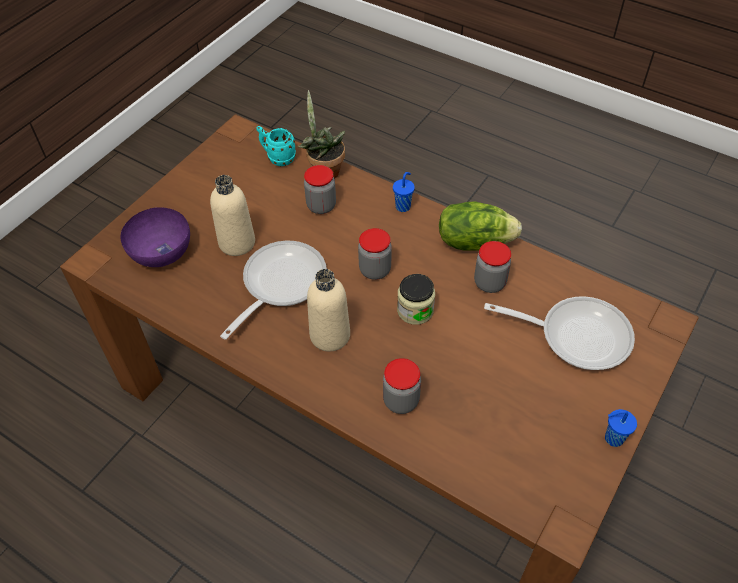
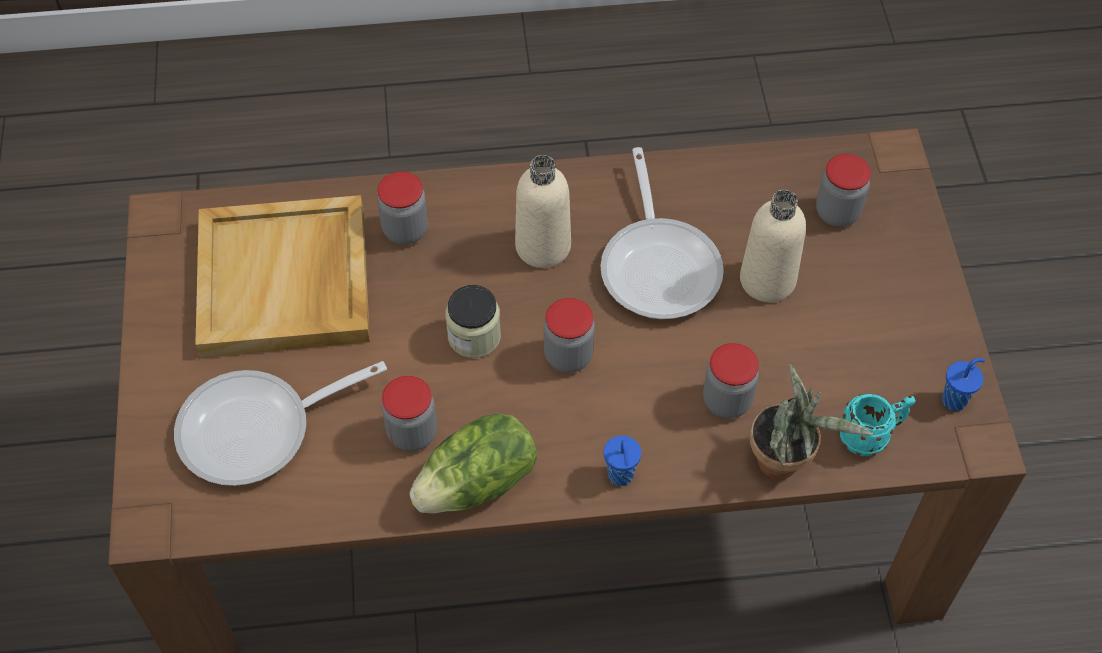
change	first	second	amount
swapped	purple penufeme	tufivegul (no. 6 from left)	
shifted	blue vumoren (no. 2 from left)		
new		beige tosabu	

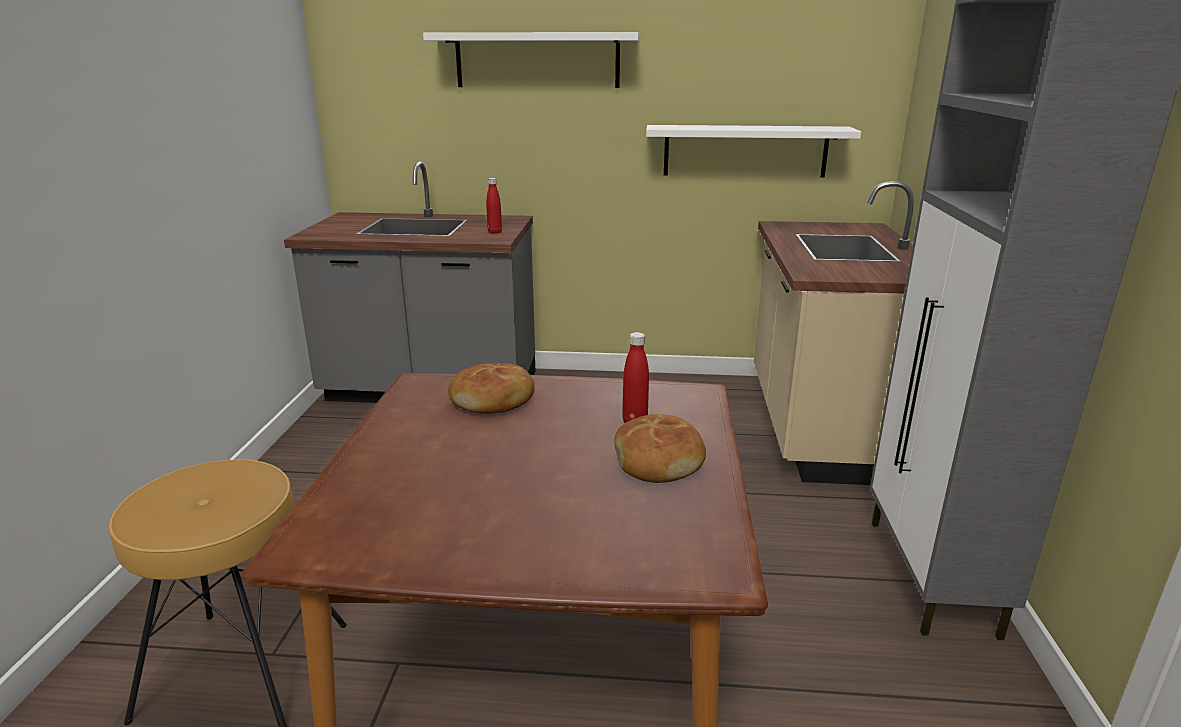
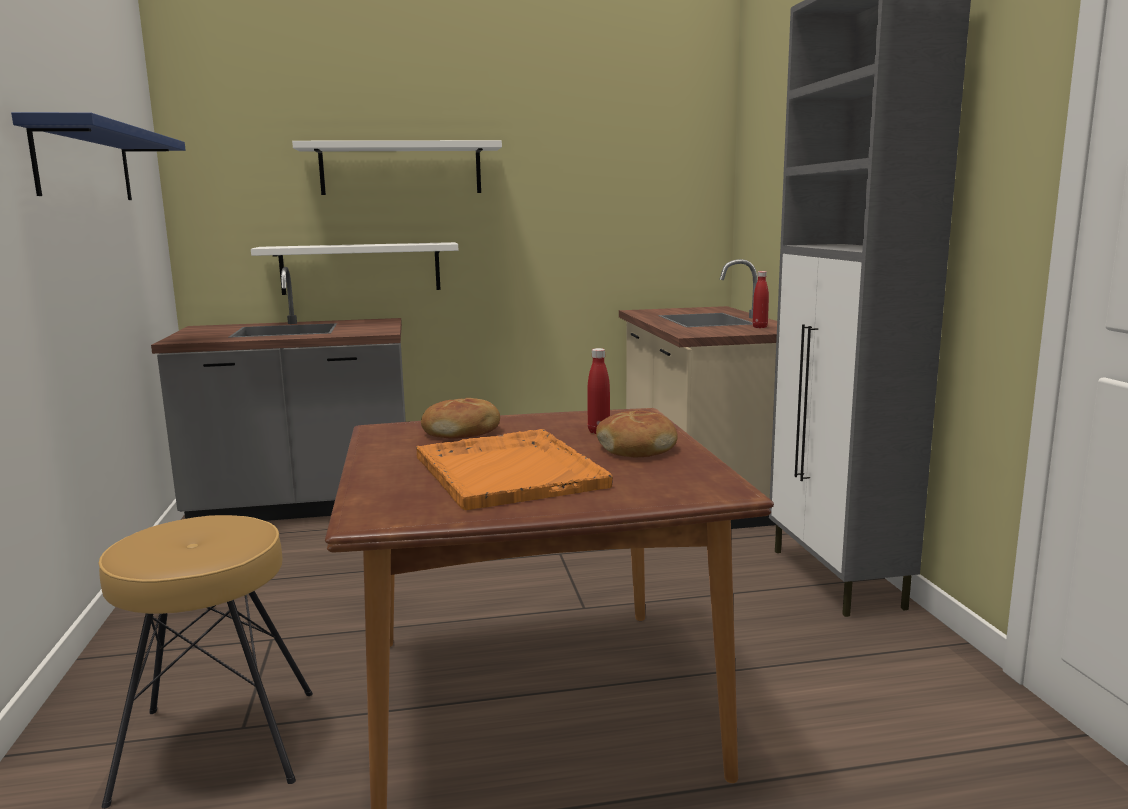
change	first	second	amount
shifted	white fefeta (no. 2 from left in the first image)	white fefeta (no. 1 from left)	
shifted	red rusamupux (no. 1 from left in the first image)	red rusamupux (no. 2 from left)	
new		blue fefeta	
new		orange tosabu	

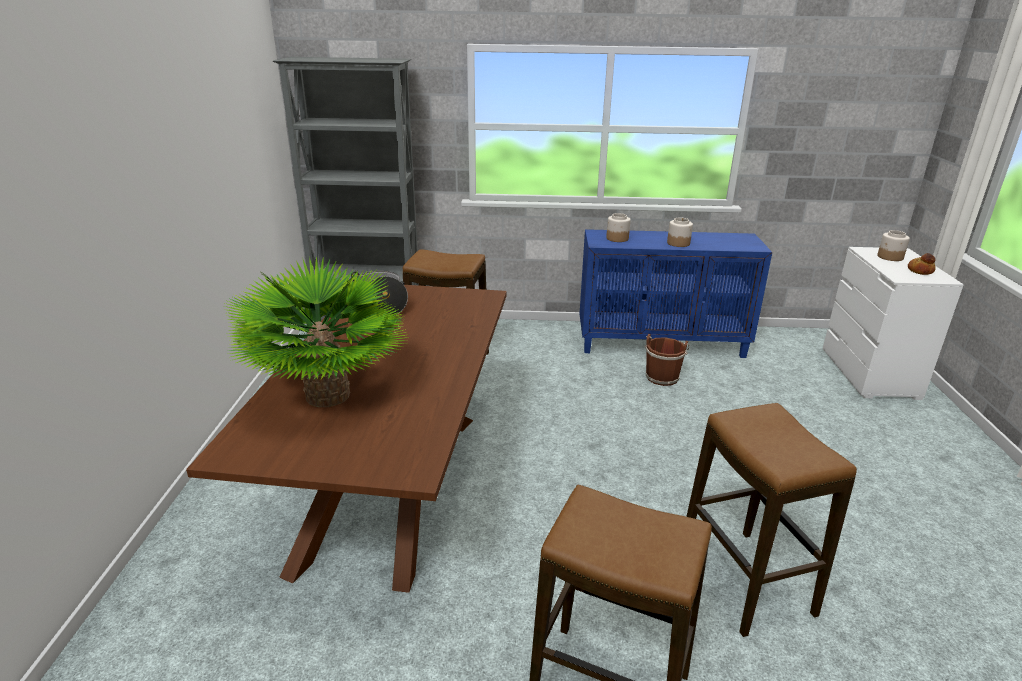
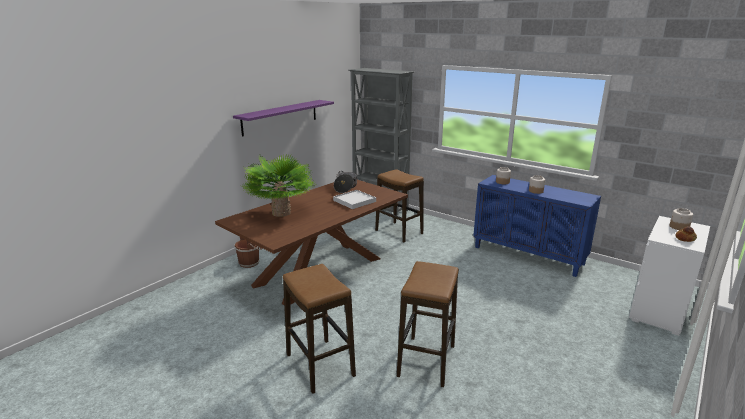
change	first	second	amount
shifted	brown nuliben		
new		purple fefeta	
new		white tosabu	

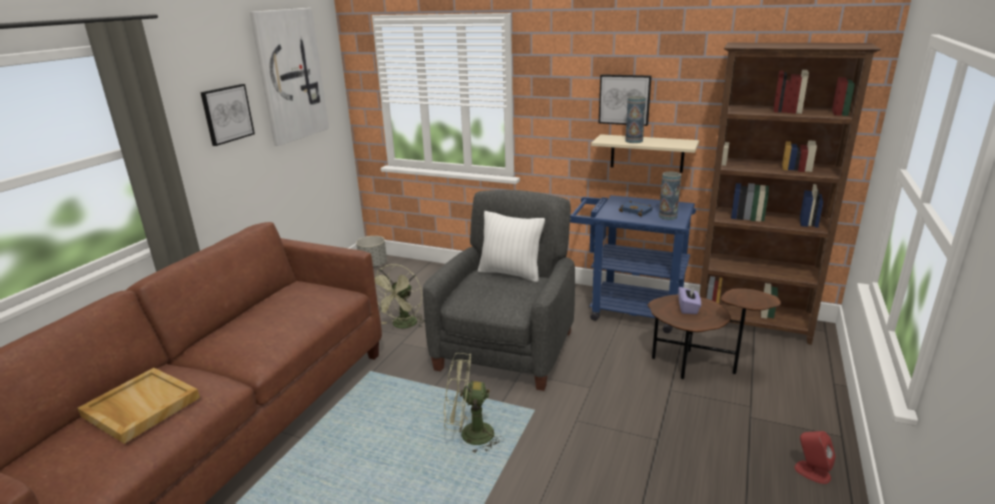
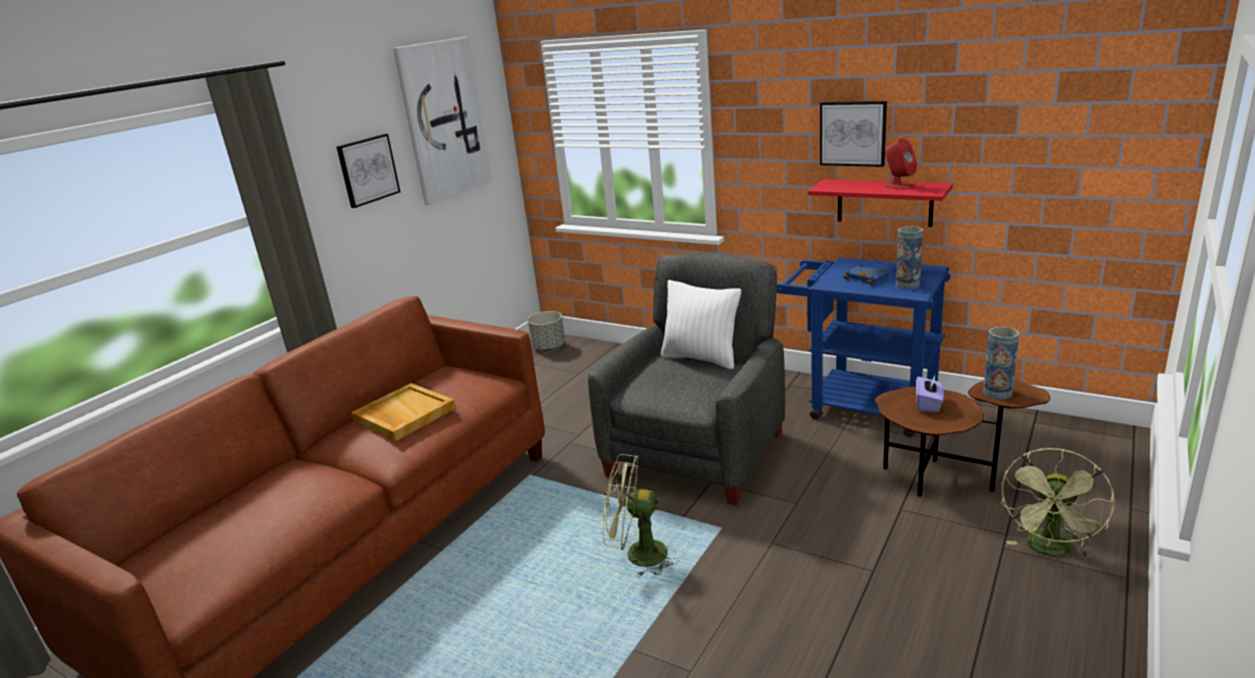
change	first	second	amount
gone	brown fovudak		
shifted	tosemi (no. 1 from left in the first image)	tosemi (no. 2 from left)	
repainted	beige fefeta	red fefeta	
shifted	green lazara (no. 1 from left in the first image)	green lazara (no. 2 from left)	
shifted	beige tosabu		
shifted	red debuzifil		

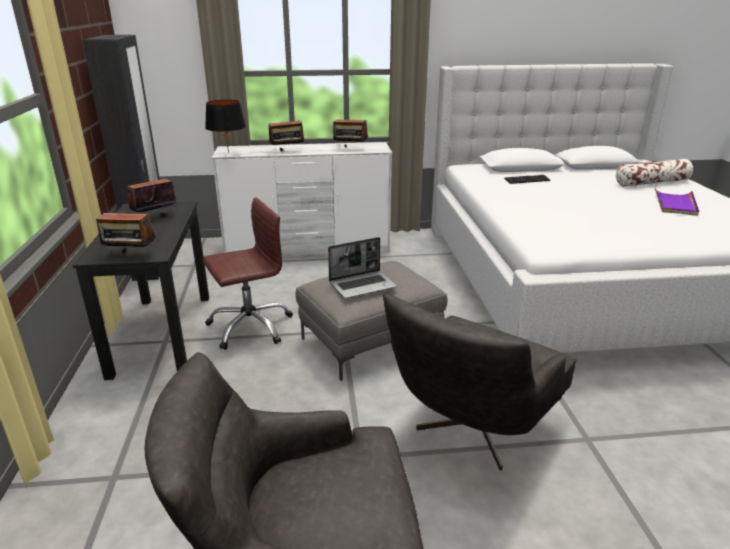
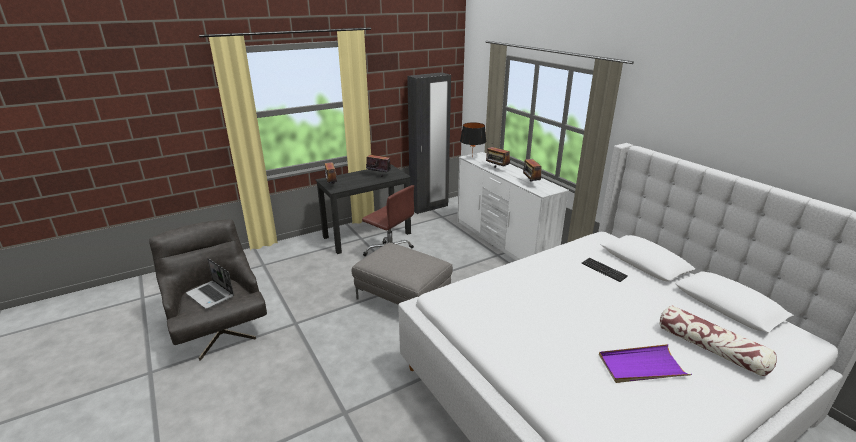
change	first	second	amount
shifted	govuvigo		
gone	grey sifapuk (no. 2 from left)		

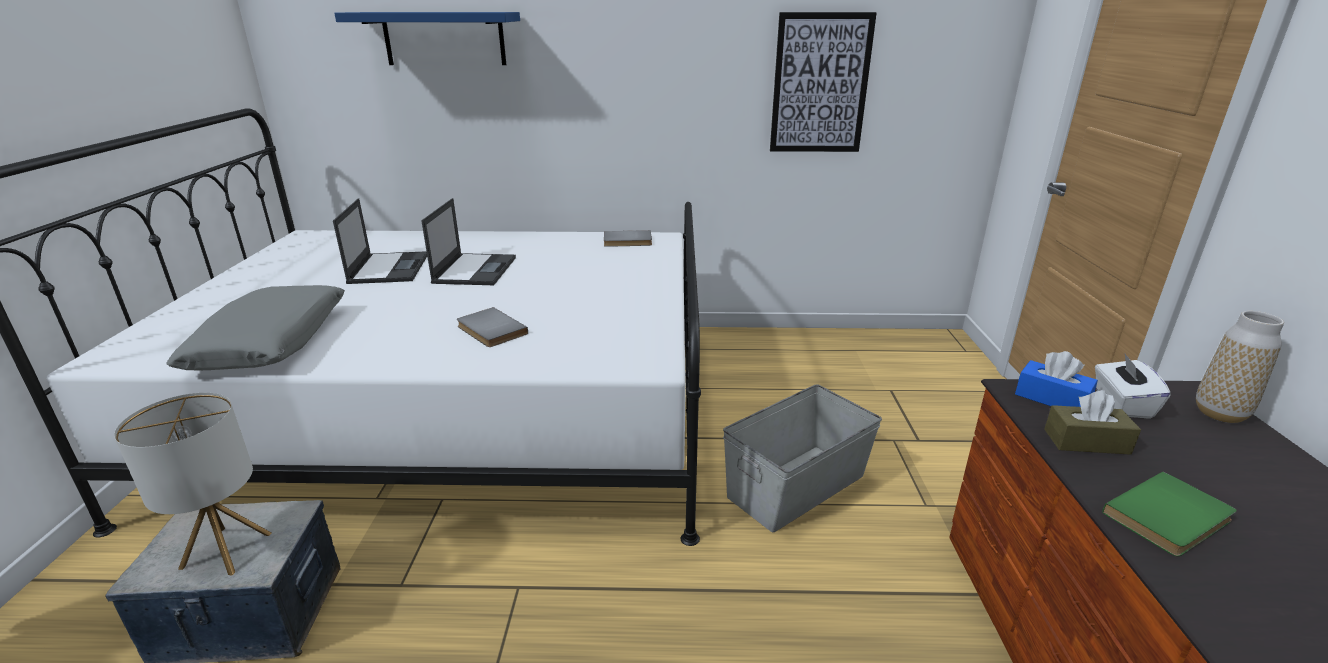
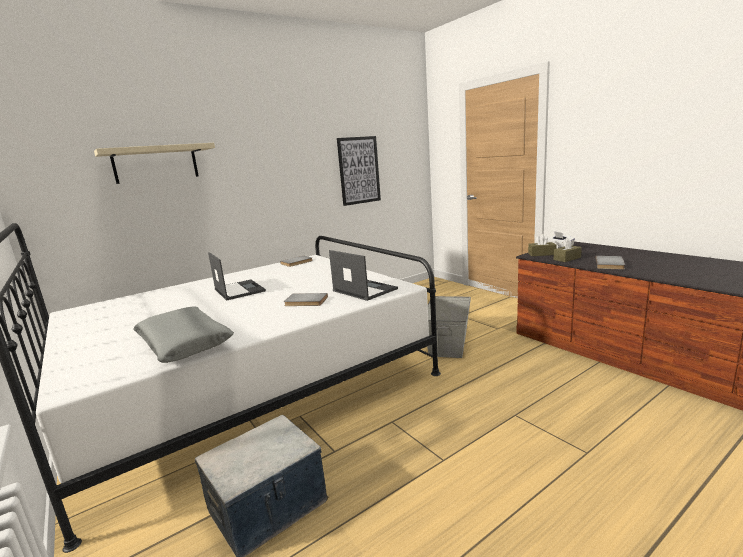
change	first	second	amount
repainted	blue fefeta	beige fefeta	
shifted	govuvigo (no. 1 from left in the first image)	govuvigo (no. 2 from left)	
gone	tosemi		
repainted	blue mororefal	brown mororefal (no. 1 from left)	
gone	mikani		
repainted	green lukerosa	grey lukerosa (no. 3 from left)	

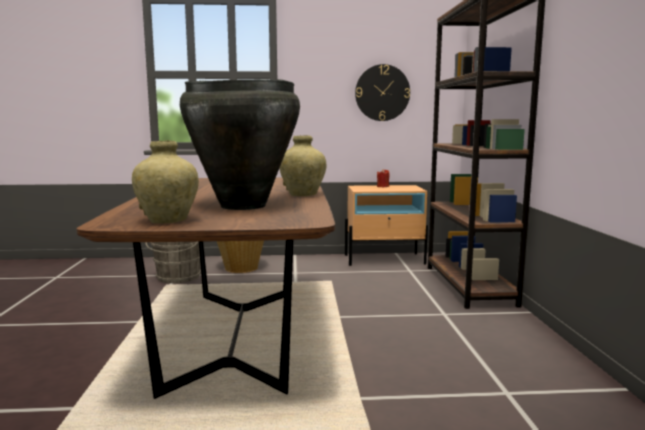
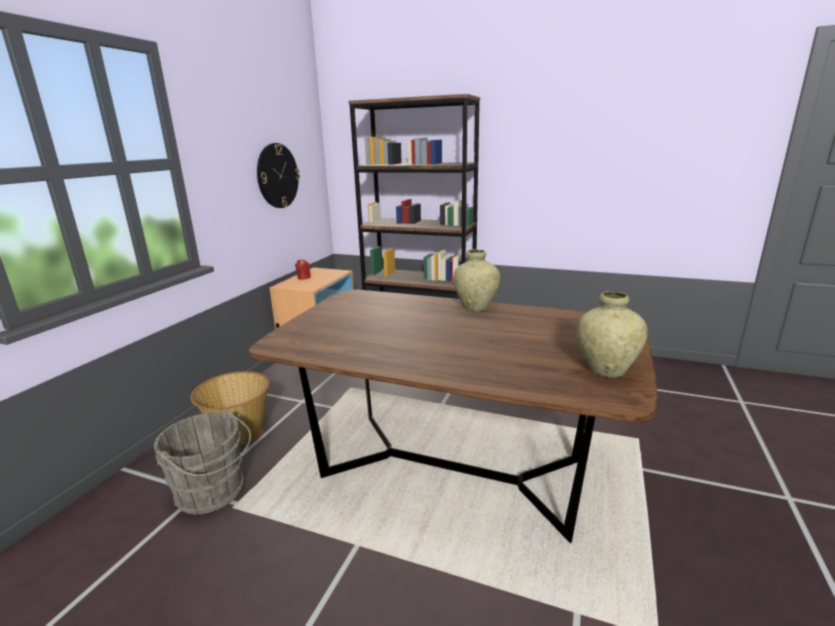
change	first	second	amount
gone	black tosemi		

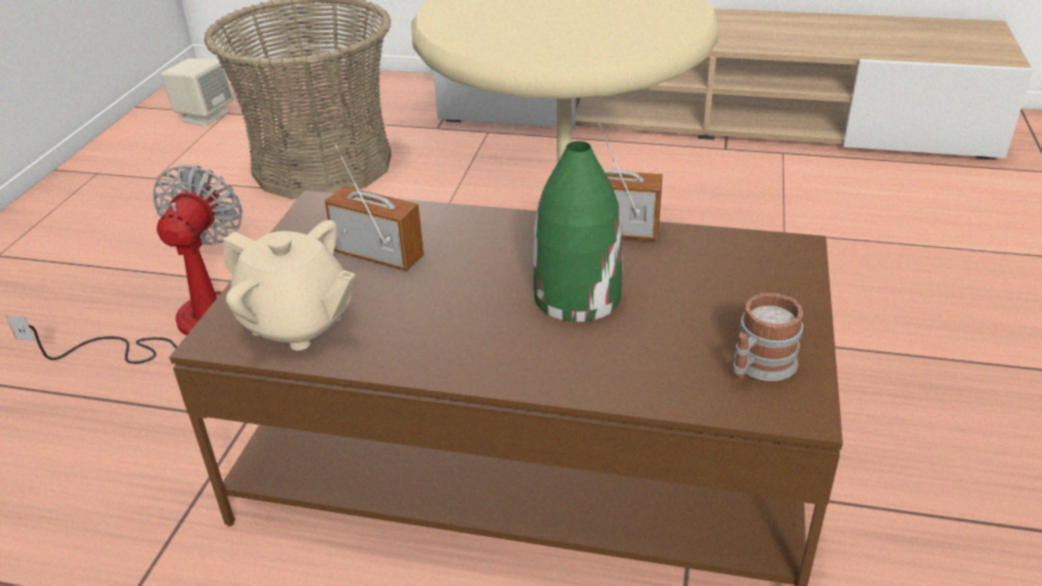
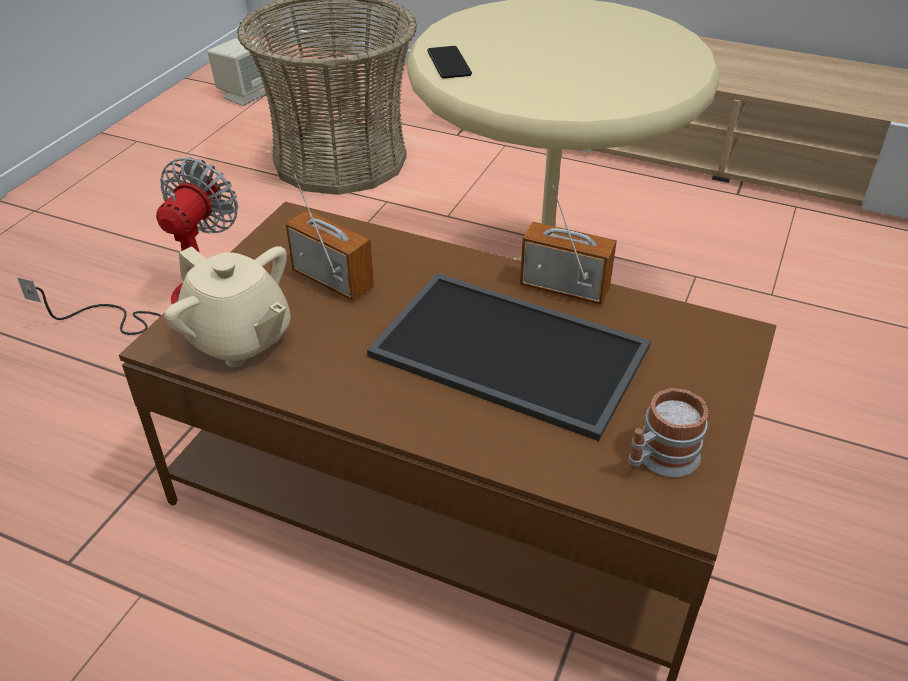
change	first	second	amount
swapped	green tosemi	tosabu	
new		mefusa	

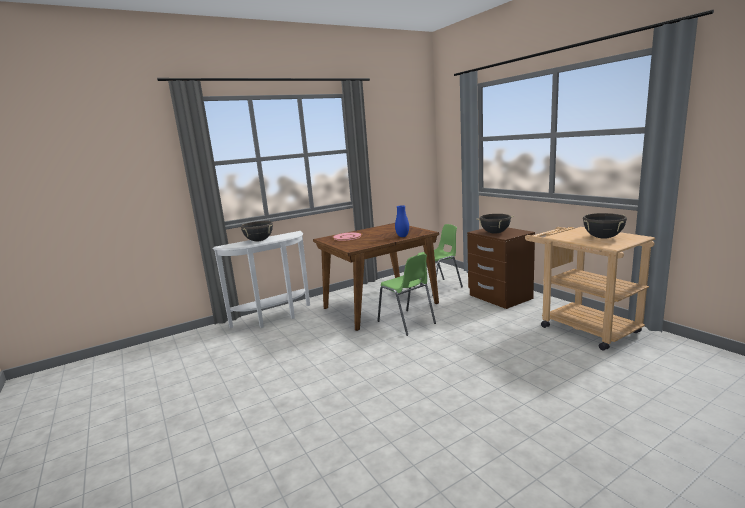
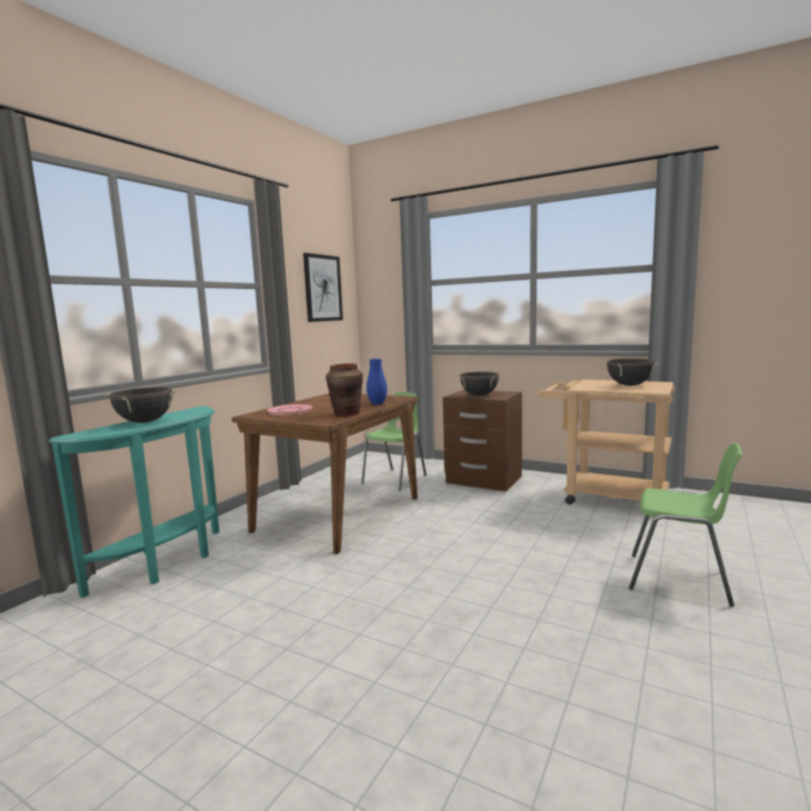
change	first	second	amount
repainted	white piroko	turquoise piroko	
shifted	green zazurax (no. 1 from left in the first image)	green zazurax (no. 2 from left)	
new		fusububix	
new		brown tosemi	

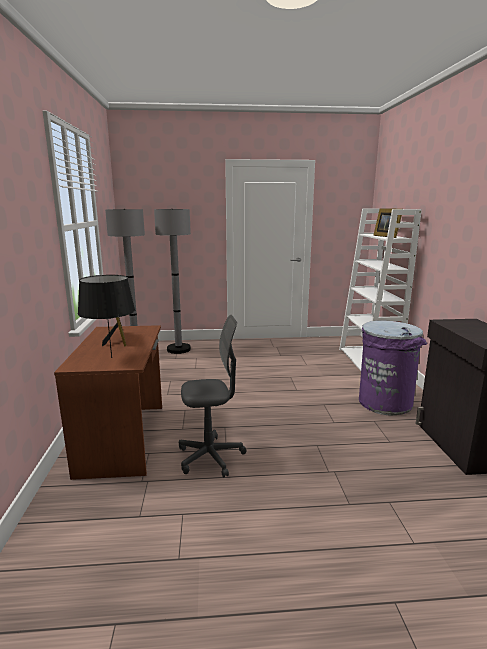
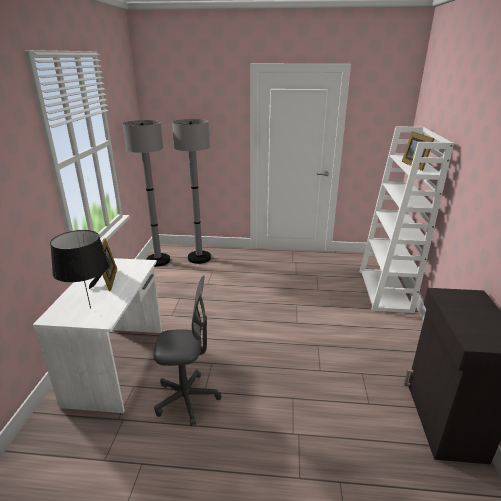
change	first	second	amount
gone	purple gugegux		
repainted	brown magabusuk	white magabusuk	

